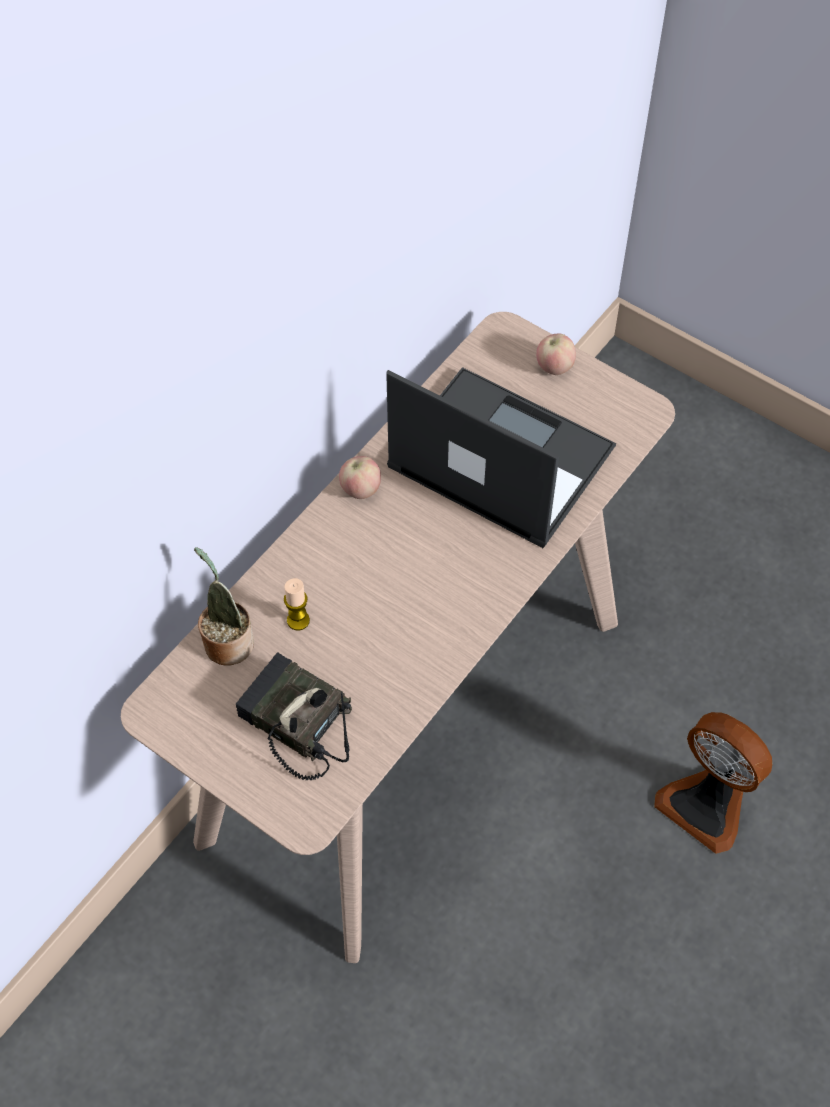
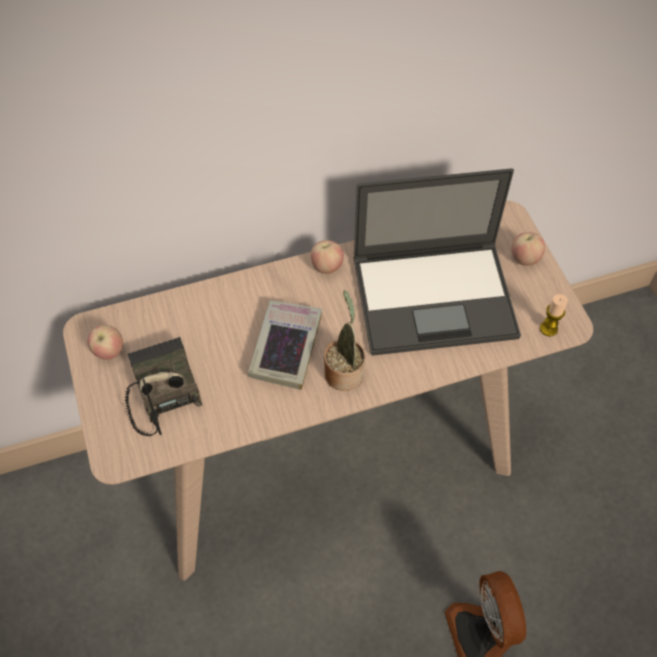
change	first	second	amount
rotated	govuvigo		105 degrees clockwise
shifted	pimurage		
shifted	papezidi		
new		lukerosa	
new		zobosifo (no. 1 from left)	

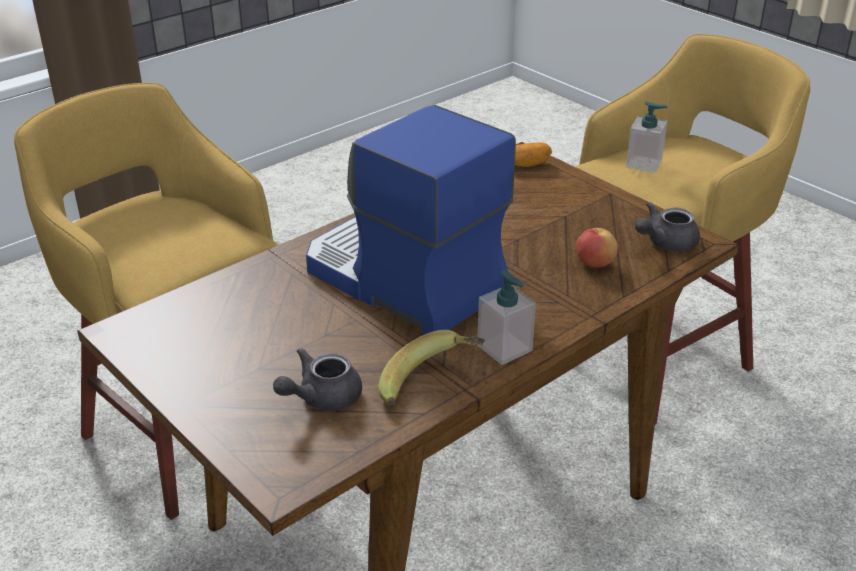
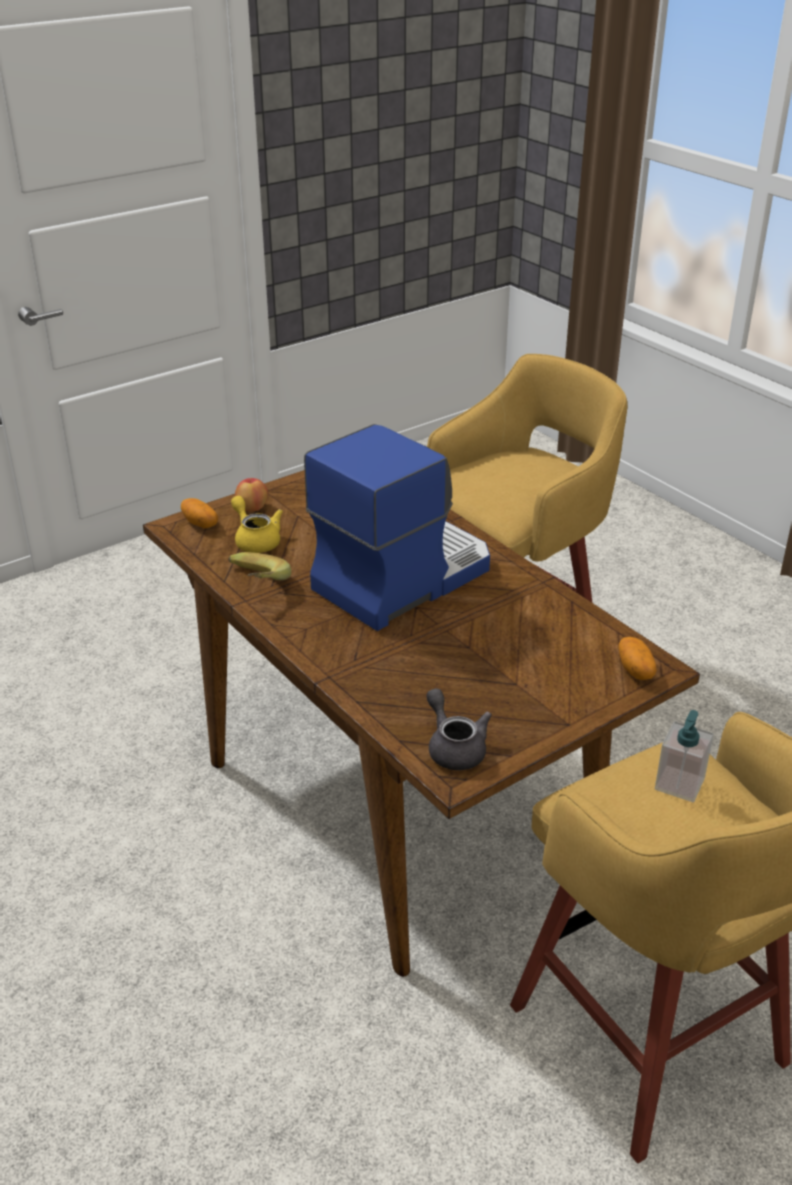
change	first	second	amount
shifted	zobosifo		
gone	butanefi (no. 1 from left)		
repainted	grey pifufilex (no. 1 from left)	yellow pifufilex	
new		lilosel (no. 1 from left)	

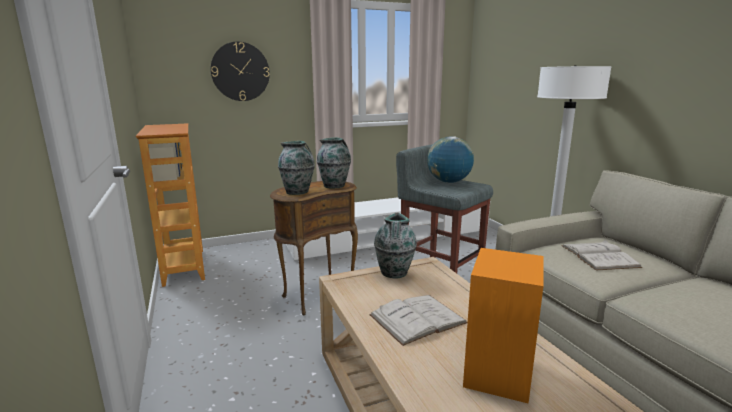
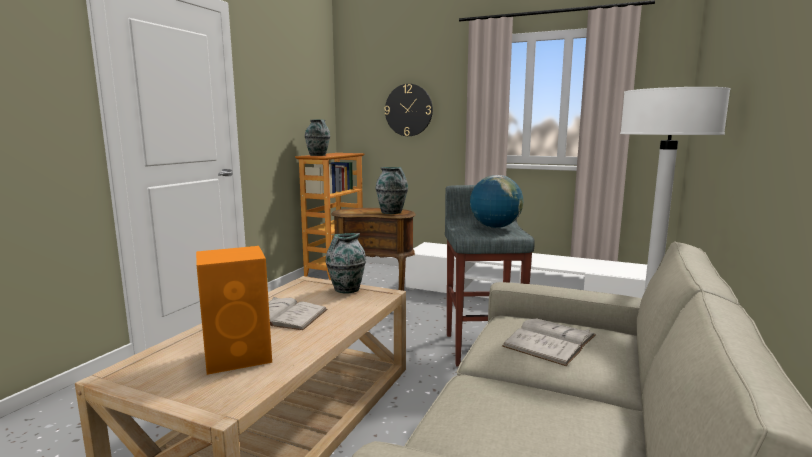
change	first	second	amount
shifted	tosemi (no. 1 from left)		

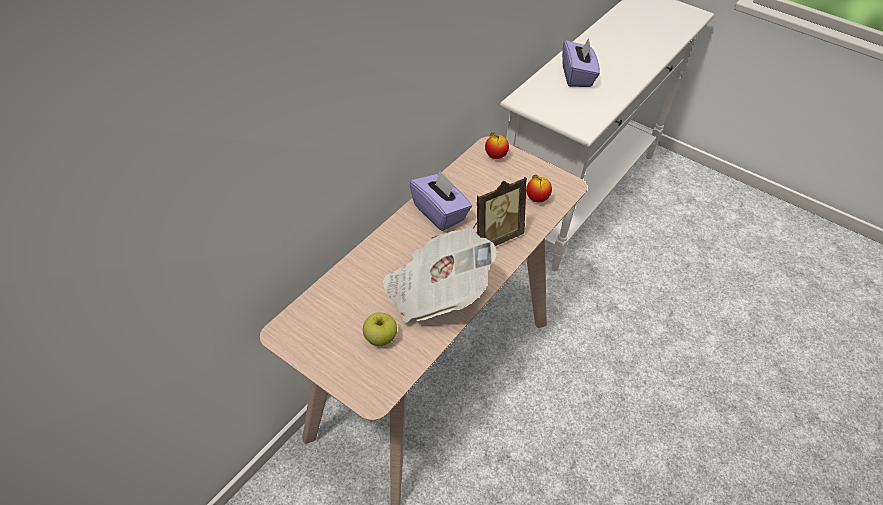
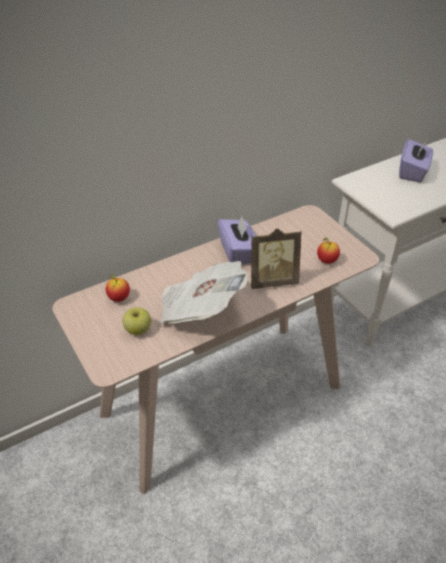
change	first	second	amount
shifted	zobosifo (no. 2 from left in the first image)	zobosifo (no. 1 from left)	

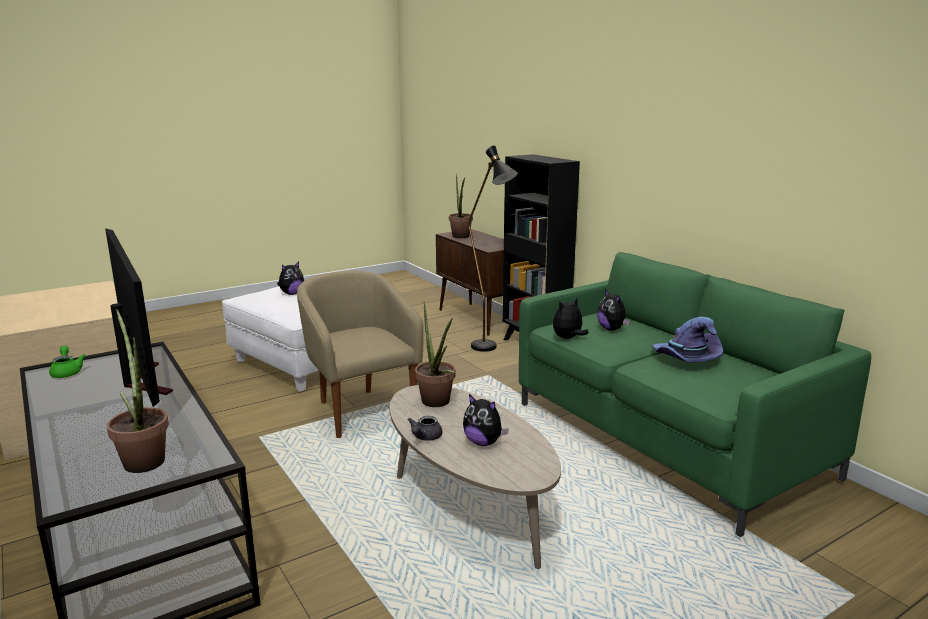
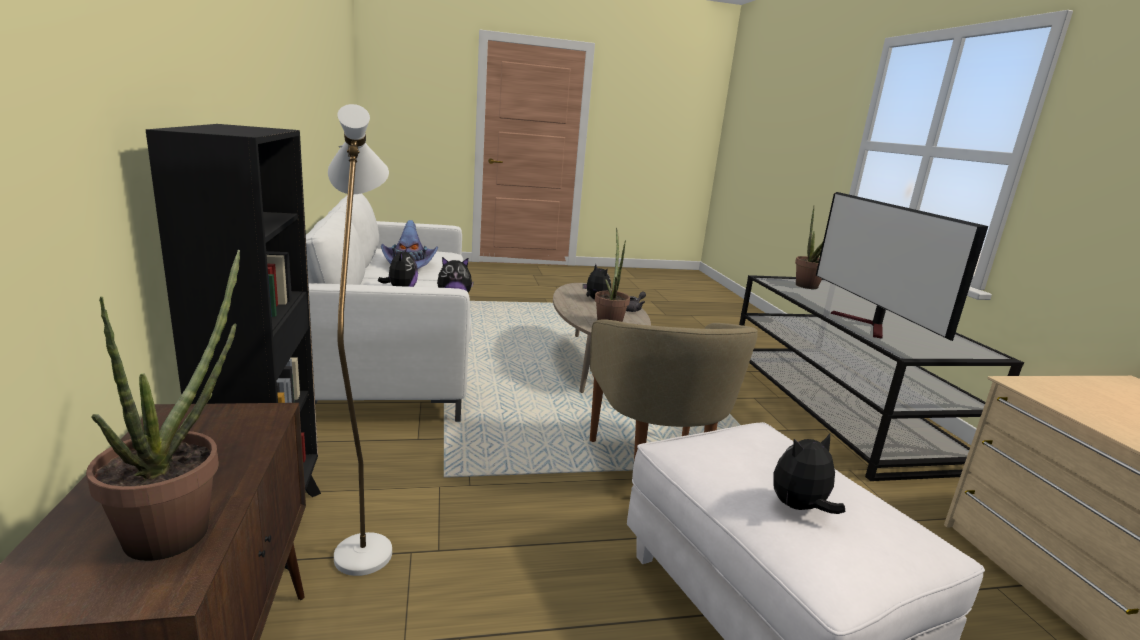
change	first	second	amount
repainted	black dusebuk	white dusebuk	
repainted	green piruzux	white piruzux	
gone	green pifufilex		

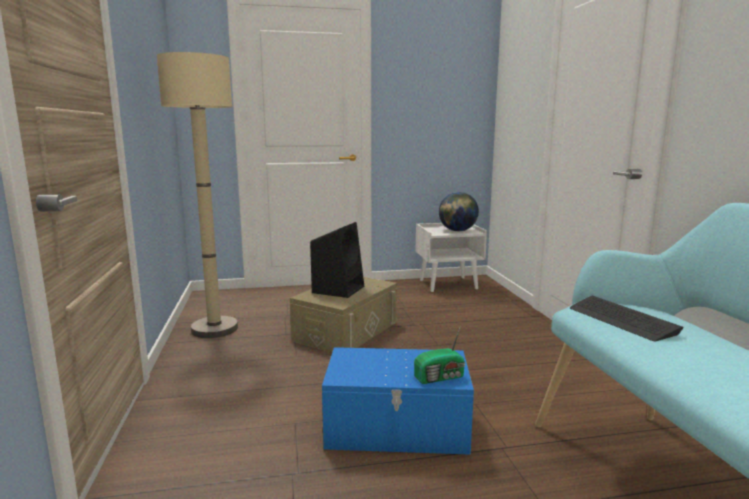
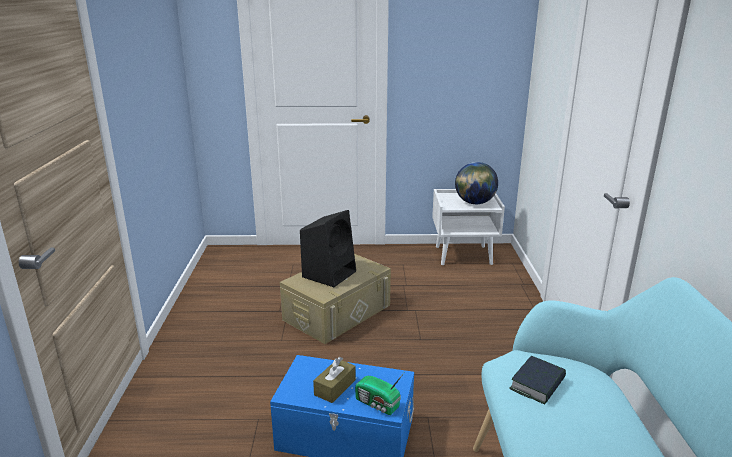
change	first	second	amount
gone	beige dusebuk		
swapped	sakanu	lukerosa	
rotated	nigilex		45 degrees clockwise
new		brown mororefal	

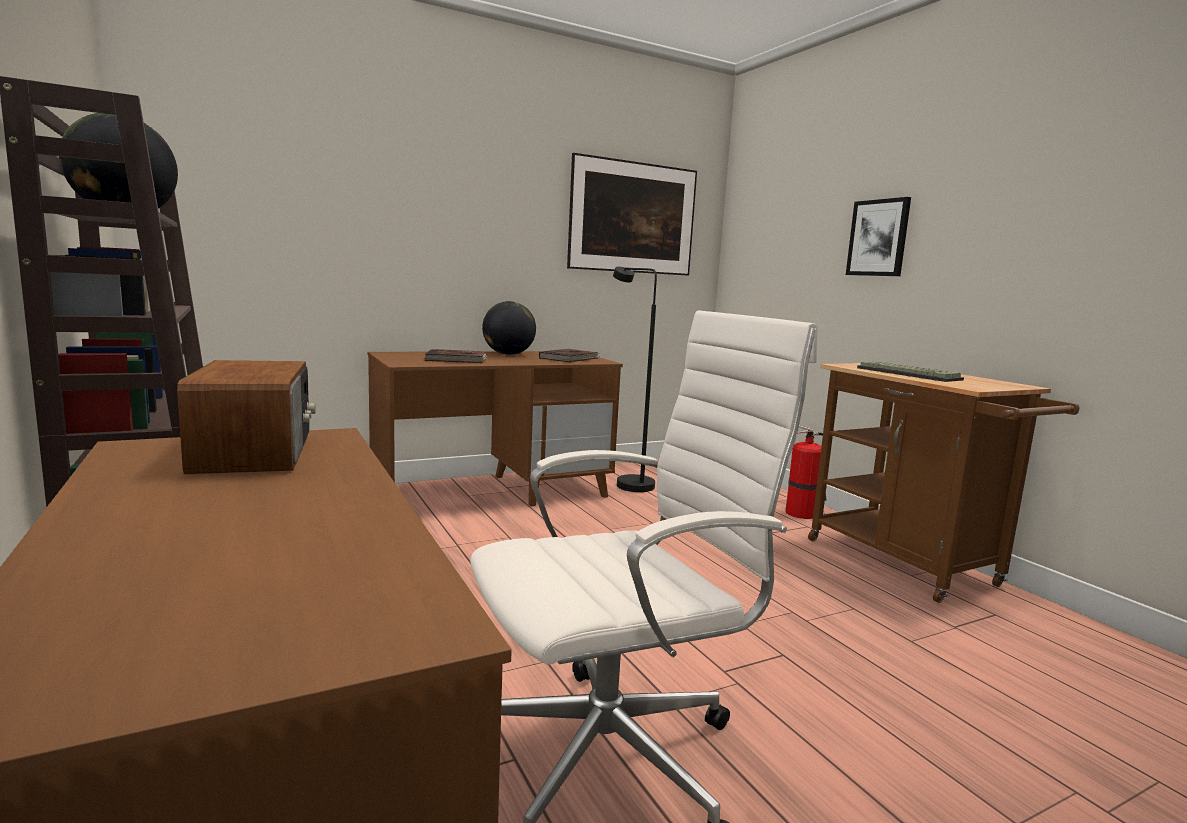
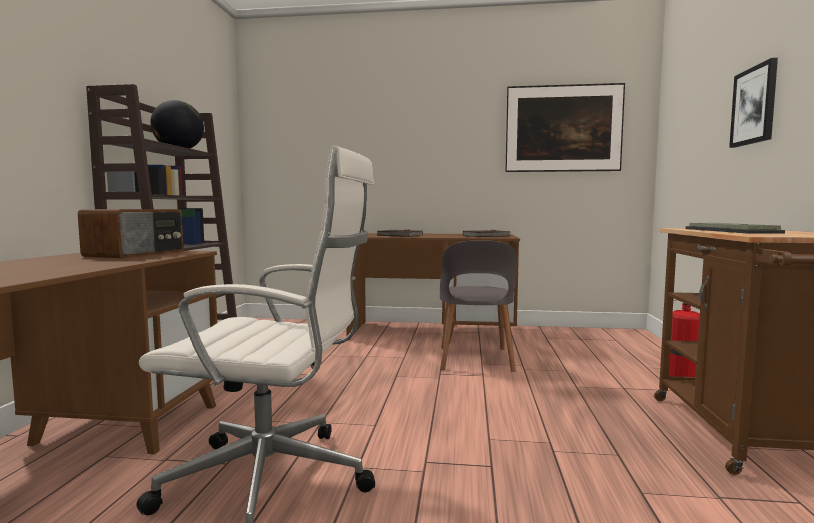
change	first	second	amount
gone	black dusebuk		
gone	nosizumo (no. 2 from left)		
new		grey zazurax	

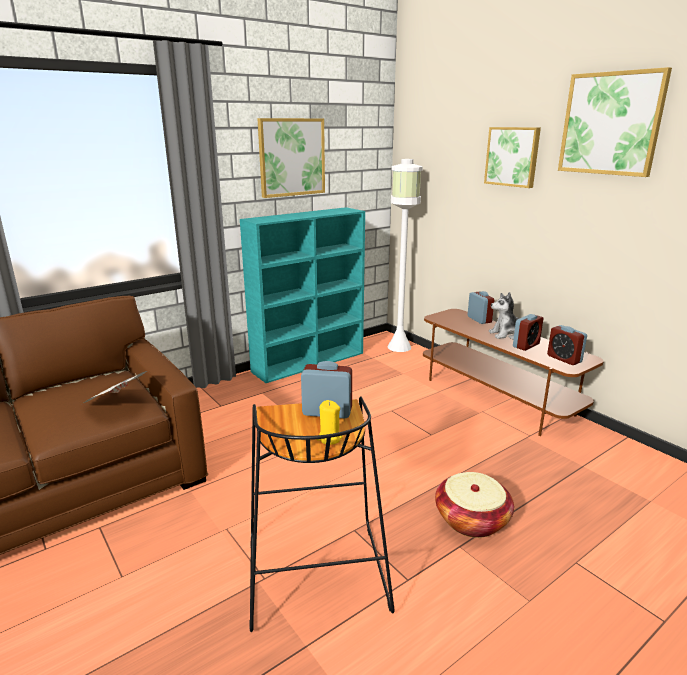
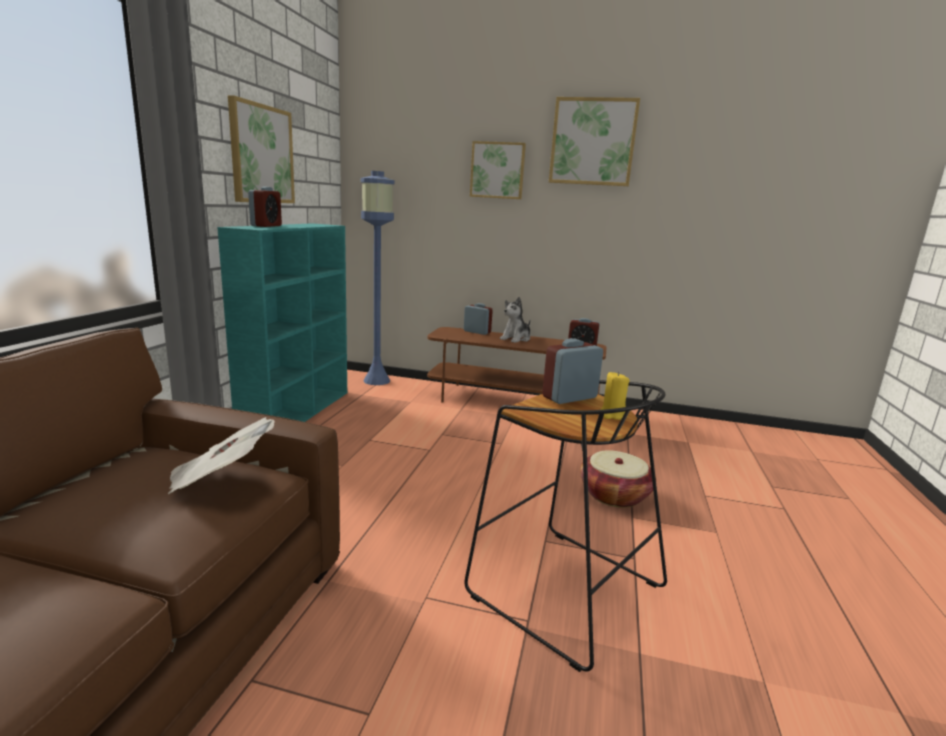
change	first	second	amount
repainted	white dusebuk	blue dusebuk	
shifted	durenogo (no. 3 from left in the first image)	durenogo (no. 1 from left)	

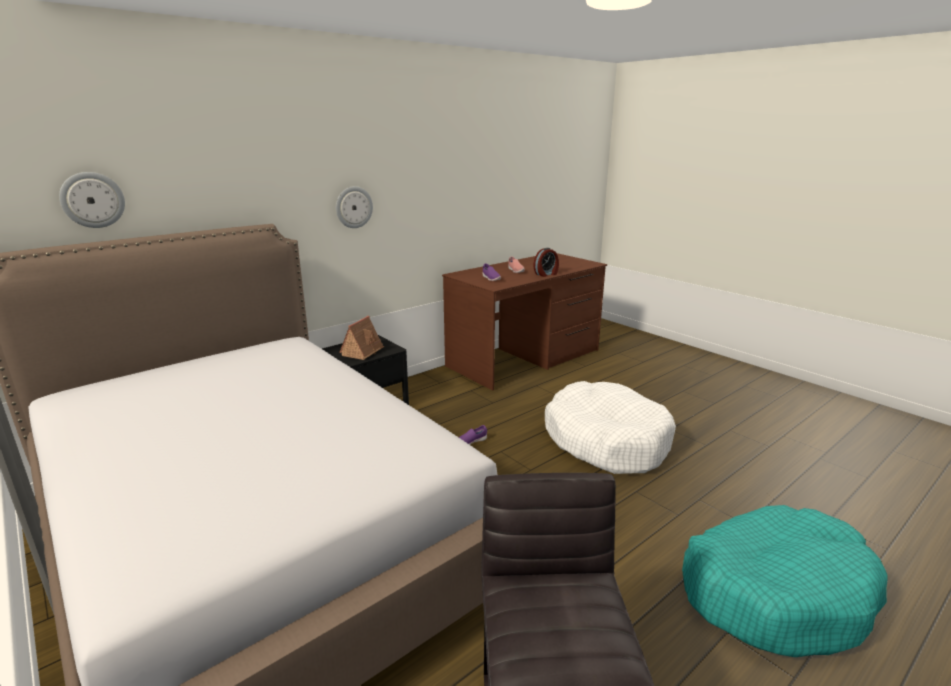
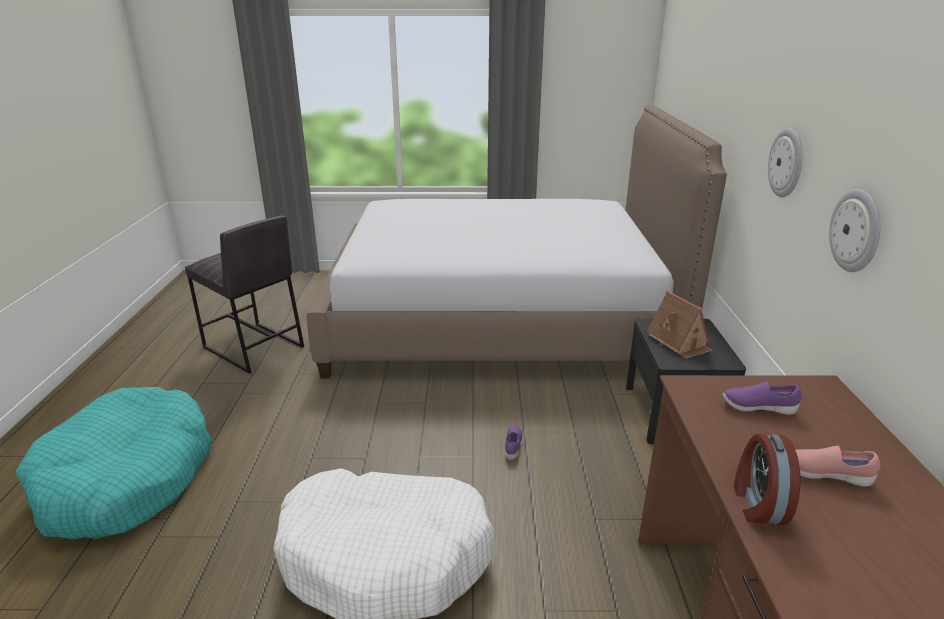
change	first	second	amount
shifted	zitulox (no. 1 from left in the first image)	zitulox (no. 2 from left)	

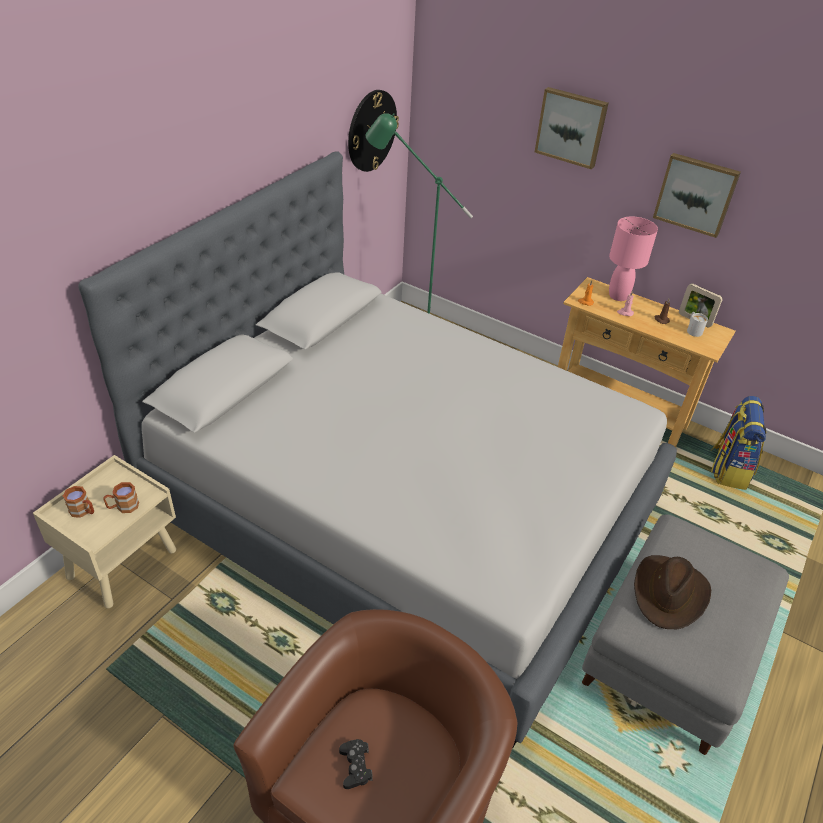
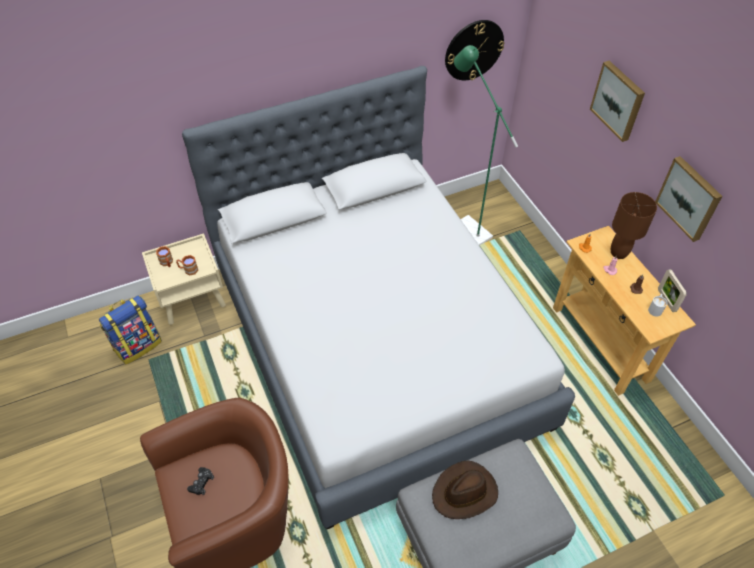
change	first	second	amount
repainted	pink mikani	brown mikani	
shifted	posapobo		

